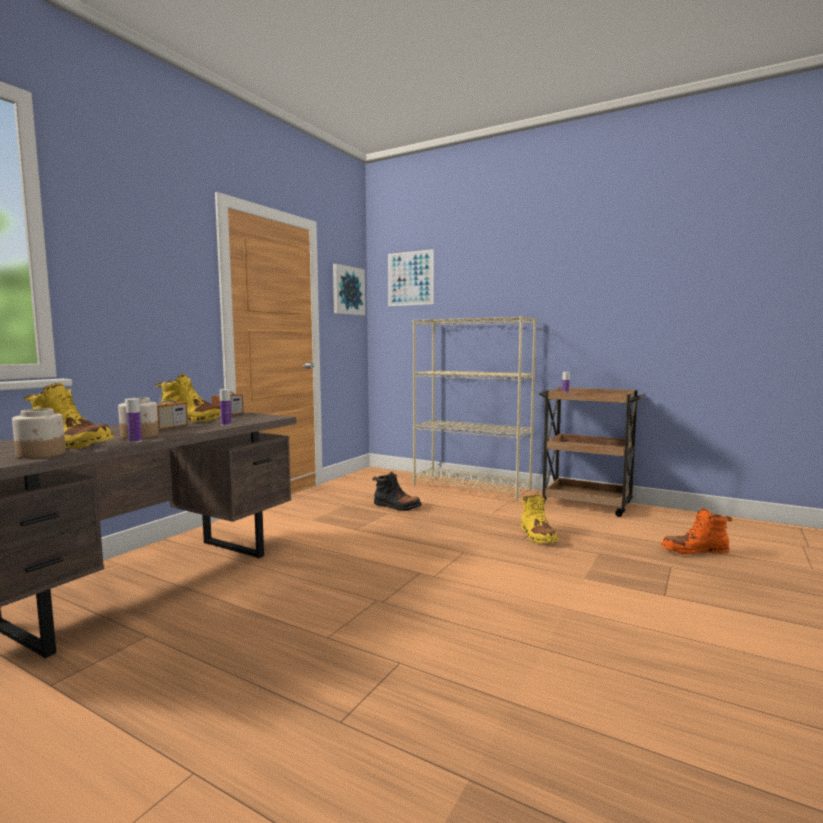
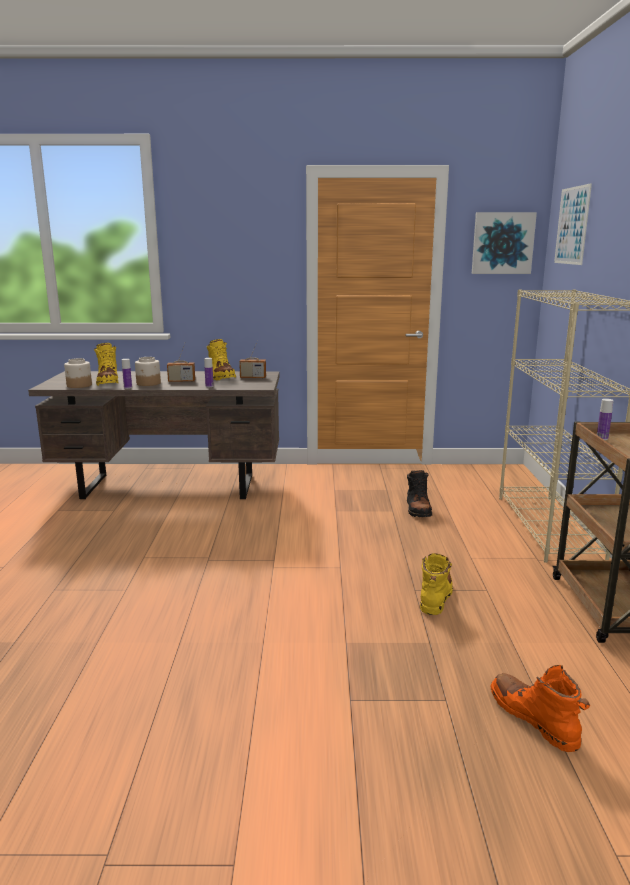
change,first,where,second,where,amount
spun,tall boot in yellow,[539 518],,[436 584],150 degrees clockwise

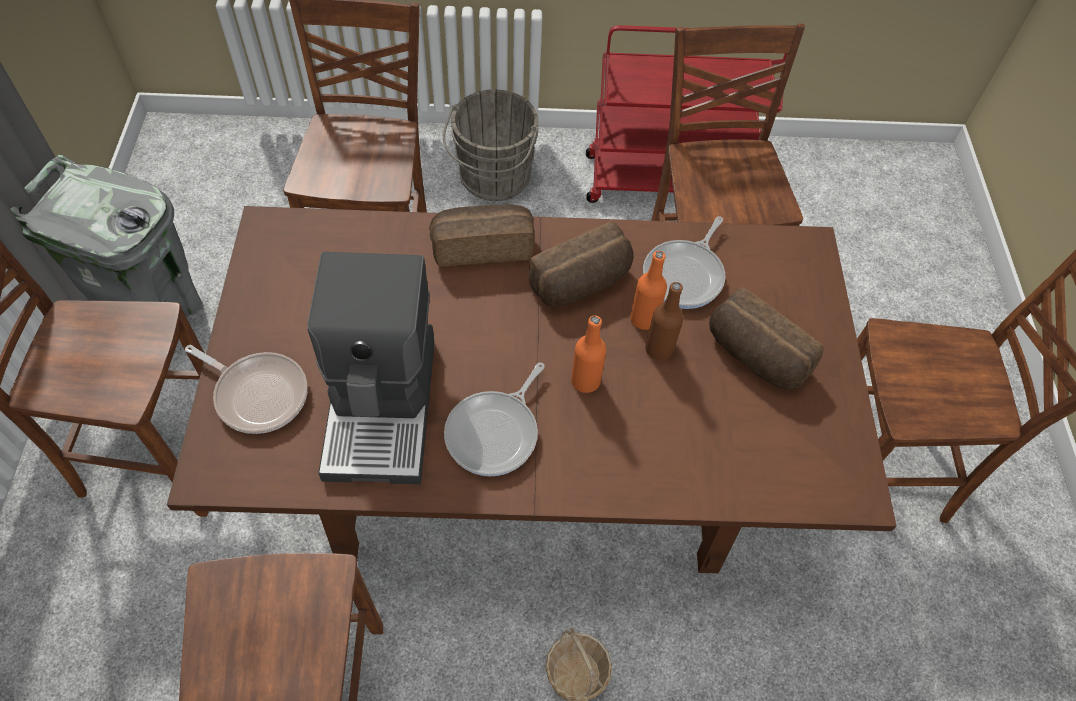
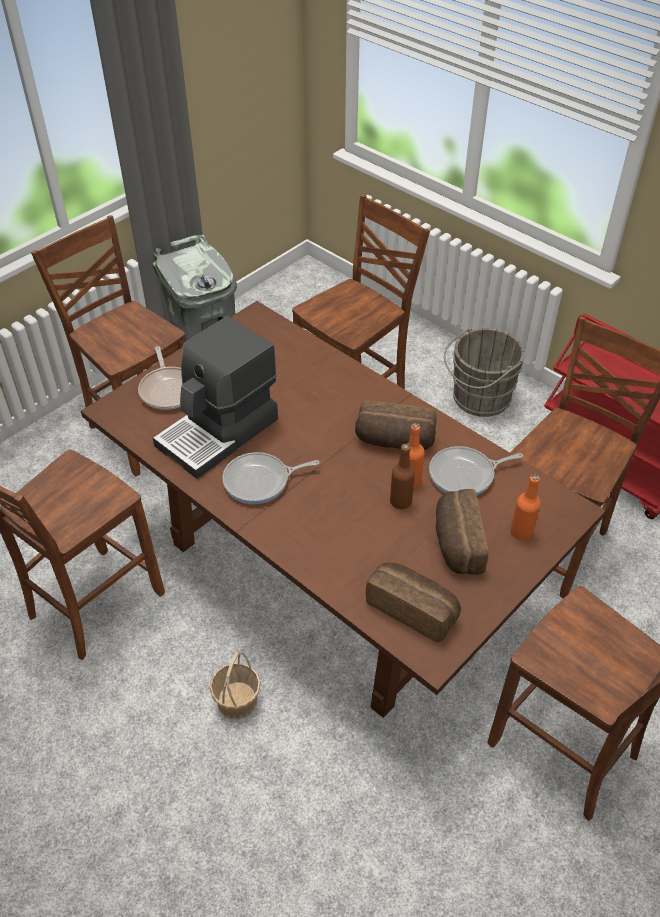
change,first,where,second,where,amount
relocated,baked bread,[482 235],,[413 602],
relocated,beverage bottle in orange-coloured,[588 354],,[525 507],

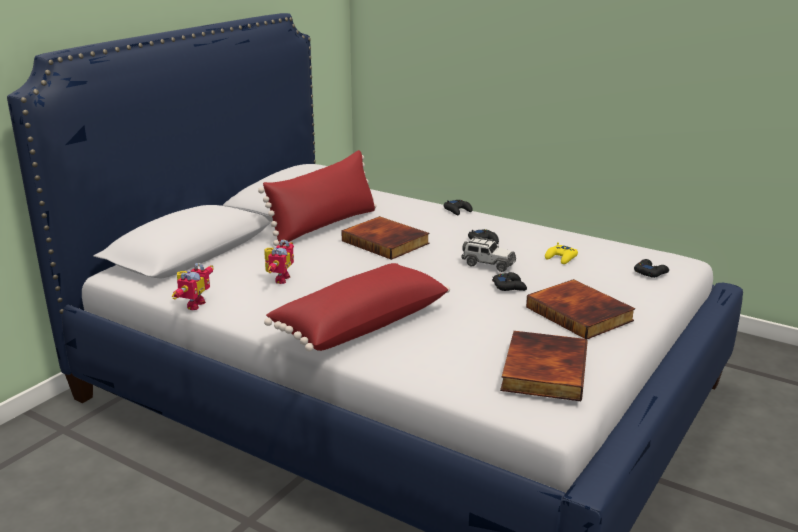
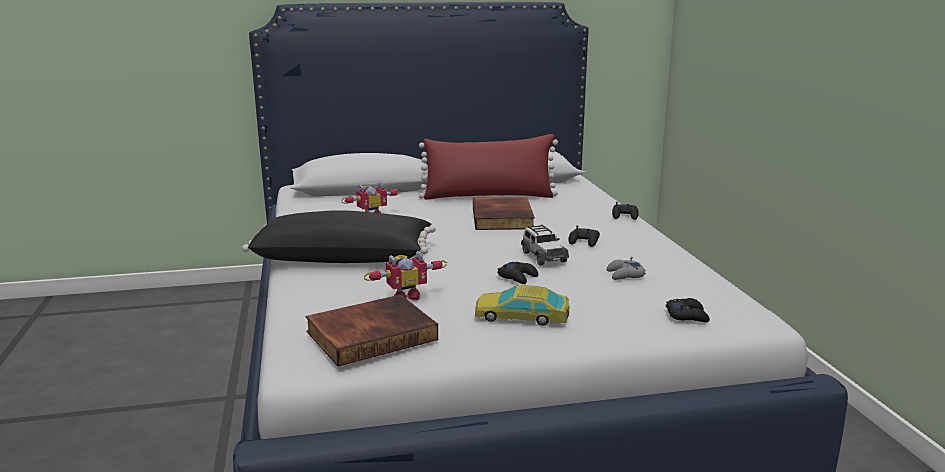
change,first,where,second,where,amount
colour,pillow in red,[357 307],pillow in blackish,[339 236],
relocated,robot figure,[193 286],,[405 275],
exchanged,volume,[580 309],model car,[522 305],
colour,game controller in yellow,[561 253],game controller in greyish,[626 268],

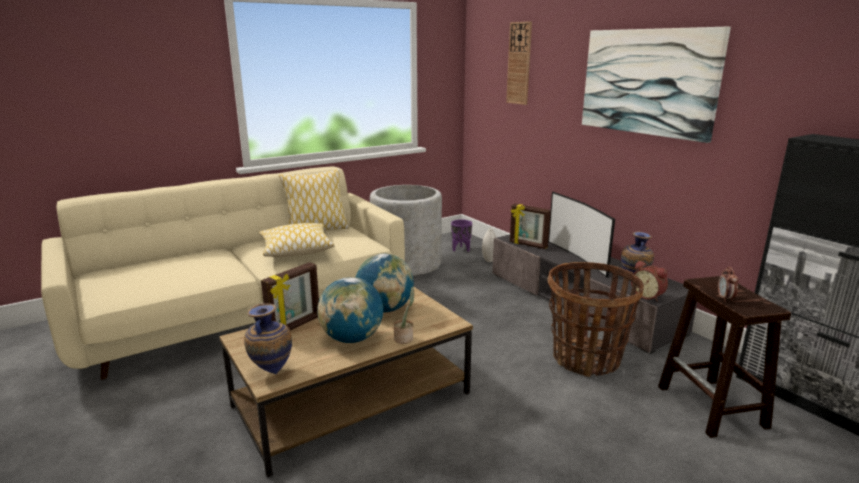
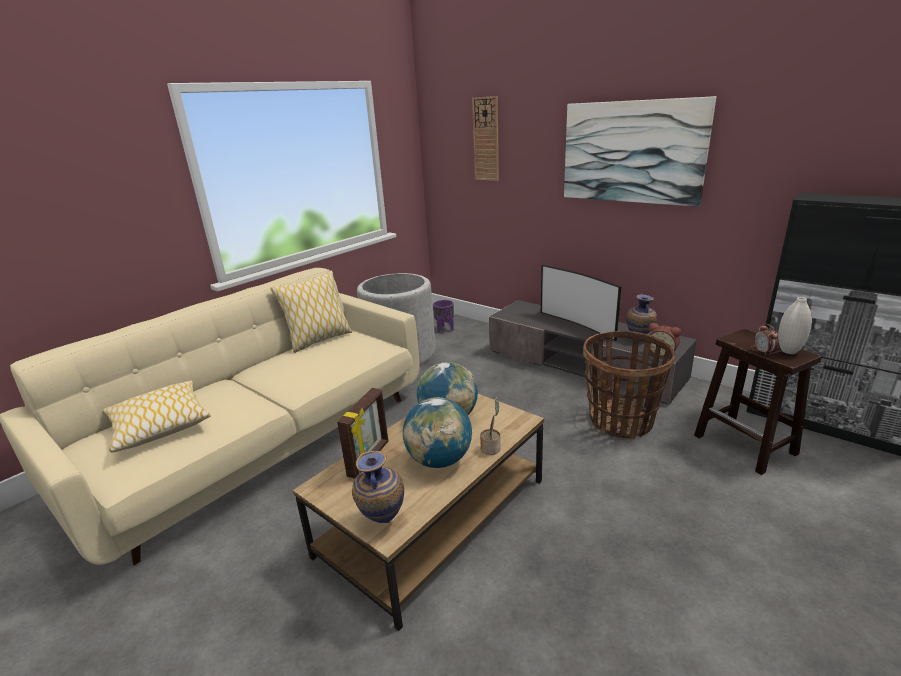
change,first,where,second,where,amount
relocated,pillow,[297 240],,[157 416],
relocated,flower vase in white-coloured,[489 245],,[795 325],
missing,photo frame,[530 226],,,

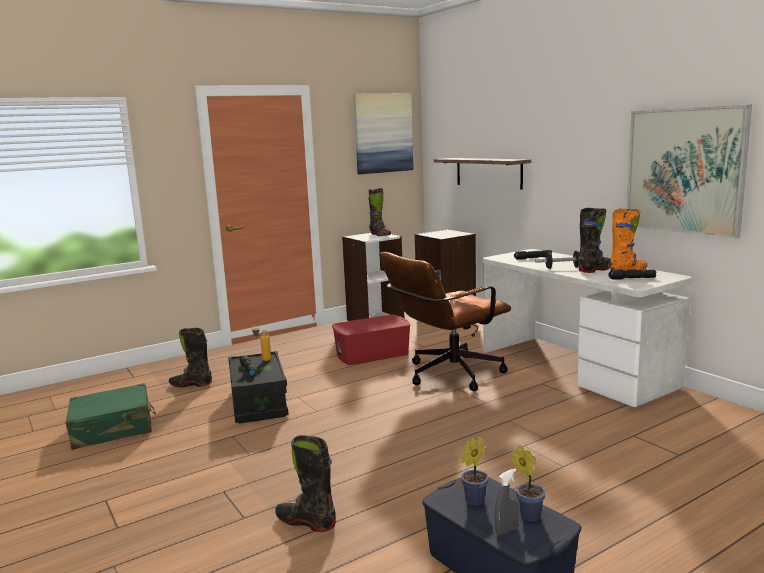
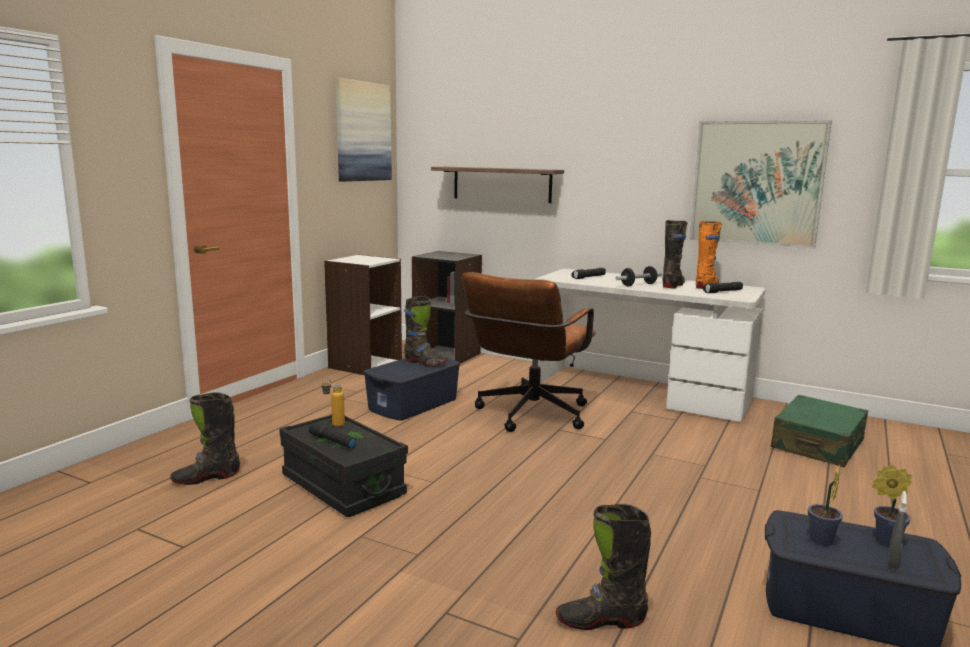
change,first,where,second,where,amount
colour,storage box in red,[371 340],storage box in blue-coloured,[411 389],
relocated,tall boot in blackish,[379 212],,[425 331],
relocated,travel case in green-coloured,[111 416],,[819 431],

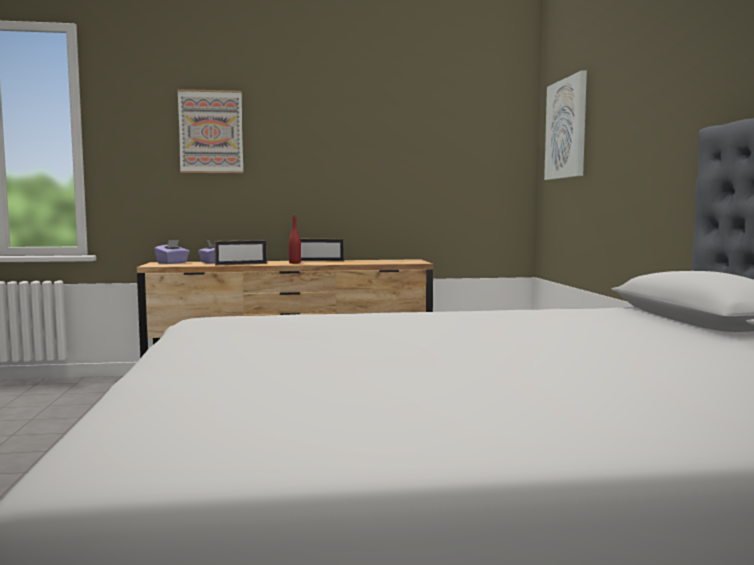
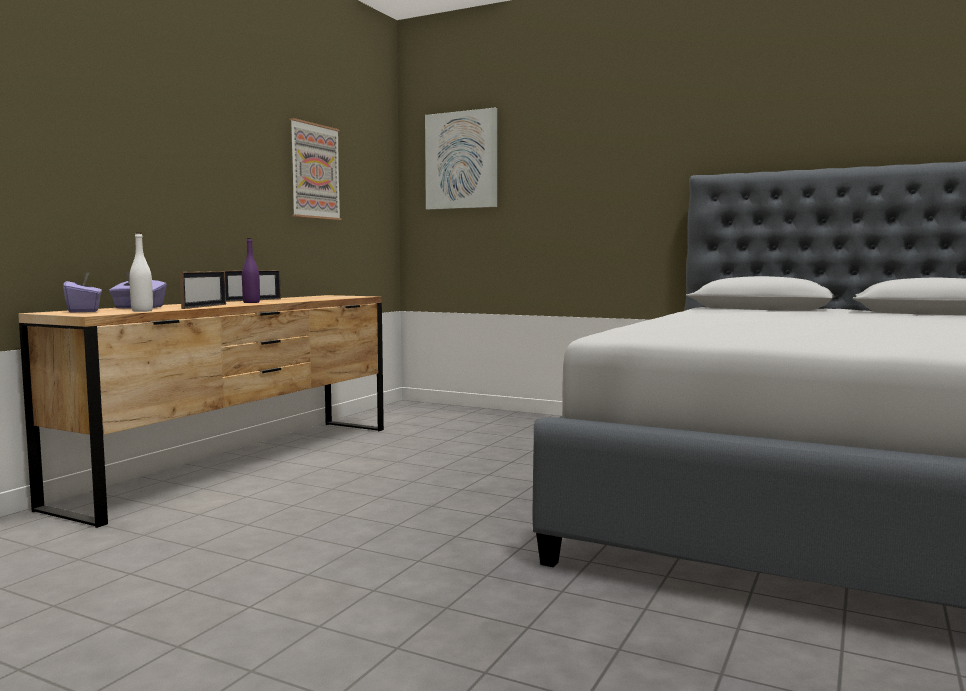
change,first,where,second,where,amount
appeared,,,beverage bottle in white-coloured,[141 272],
colour,beverage bottle in red,[294 240],beverage bottle in purplish,[251 270],
relocated,wall art,[210 131],,[315 169],

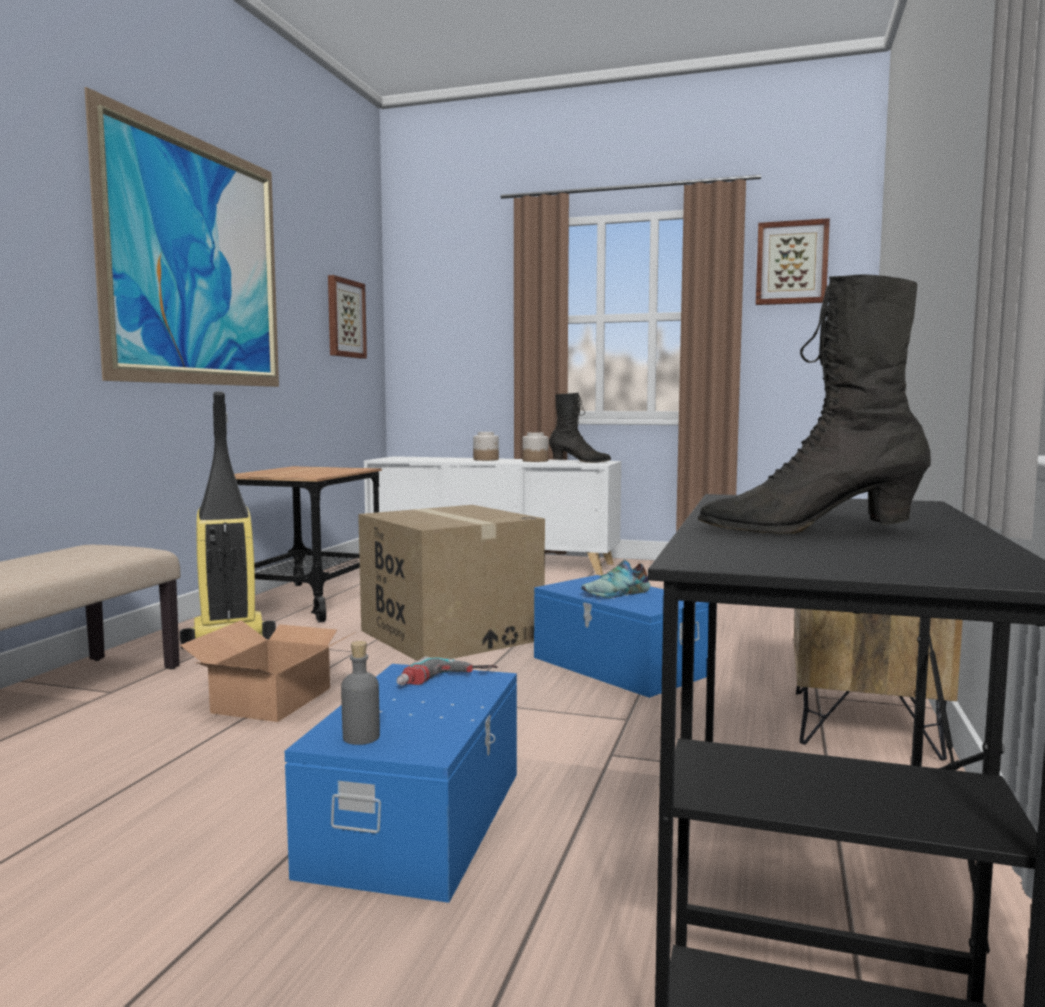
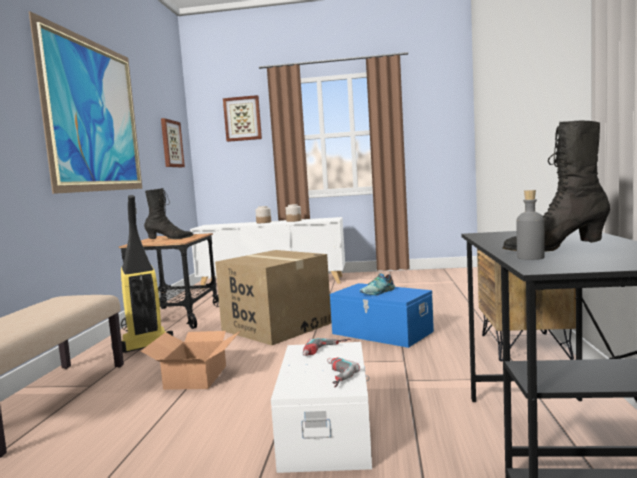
change,first,where,second,where,amount
relocated,tall boot in blackish,[580 428],,[168 213],
relocated,wall art,[793 261],,[242 118],
colour,storage box in blue-coloured,[401 783],storage box in white-coloured,[321 407],
appeared,,,drill,[343 372],
relocated,beverage bottle in greyish,[360 693],,[530 225],

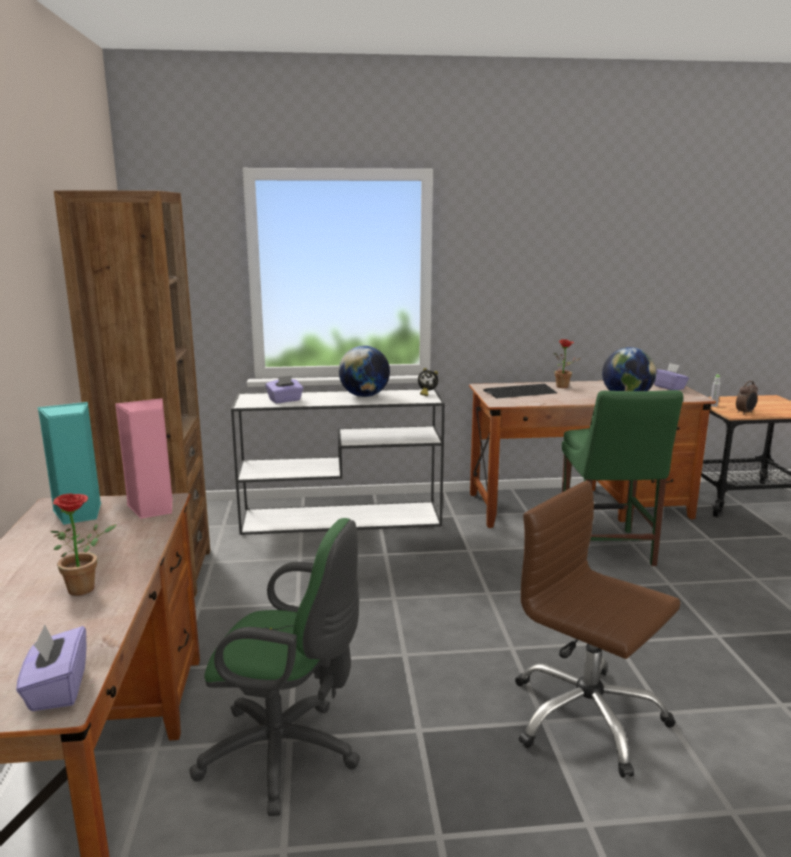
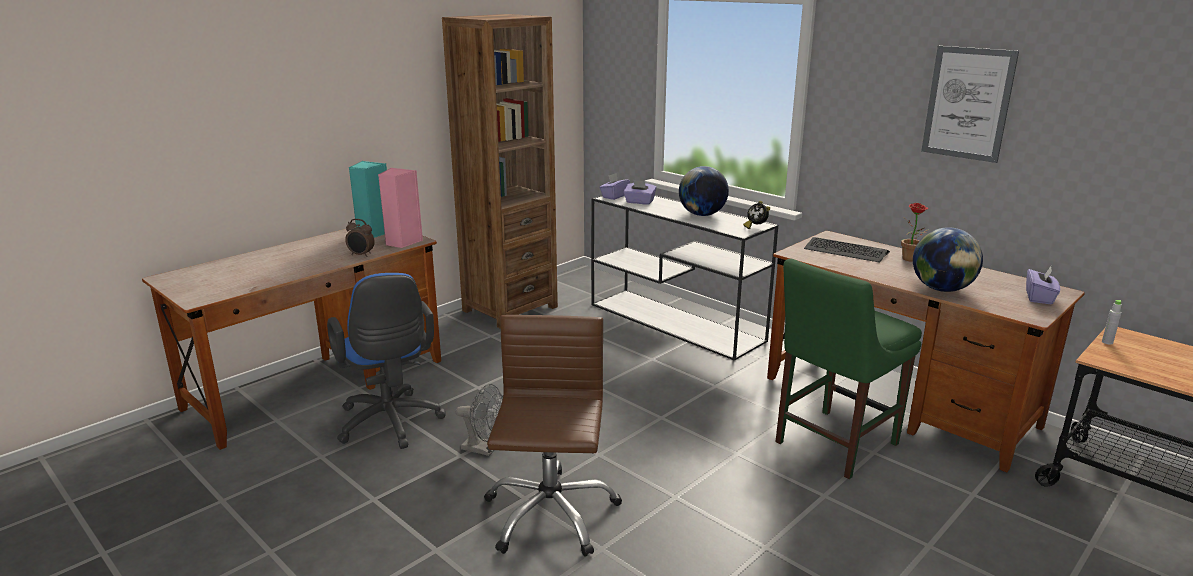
change,first,where,second,where,amount
colour,desk chair in green-coloured,[275 667],desk chair in blue-coloured,[386 361],
relocated,bedside clock,[747 398],,[360 238],
appeared,,,cooling fan in greyish,[479 420],
relocated,tissue box in purplish,[51 667],,[615 186],
appeared,,,wall art,[970 104],
missing,houseplant,[83 545],,,

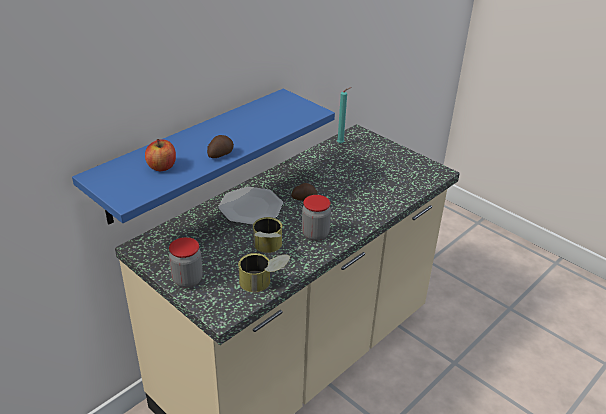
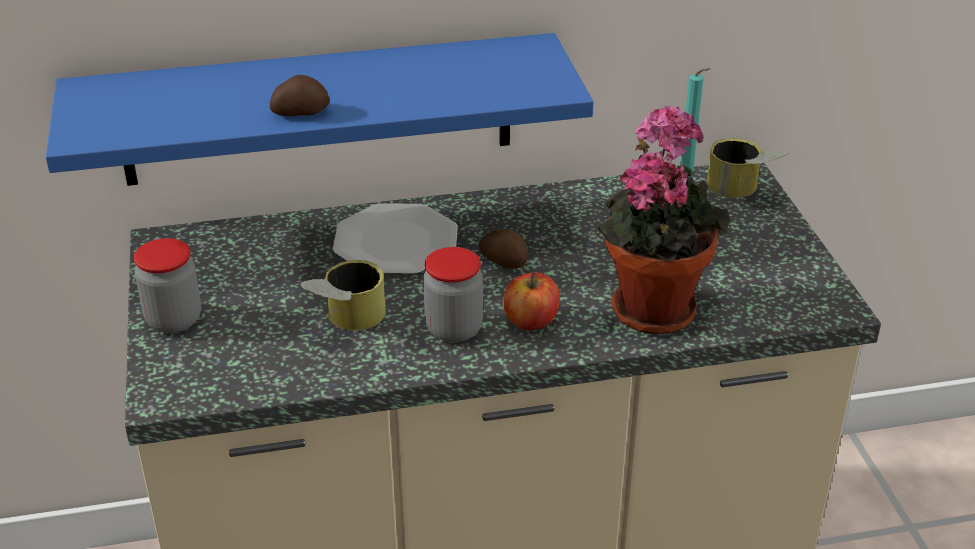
change,first,where,second,where,amount
relocated,apple,[160 155],,[531 301],
appeared,,,houseplant,[664 219],
relocated,sealed can,[264 272],,[748 168],

